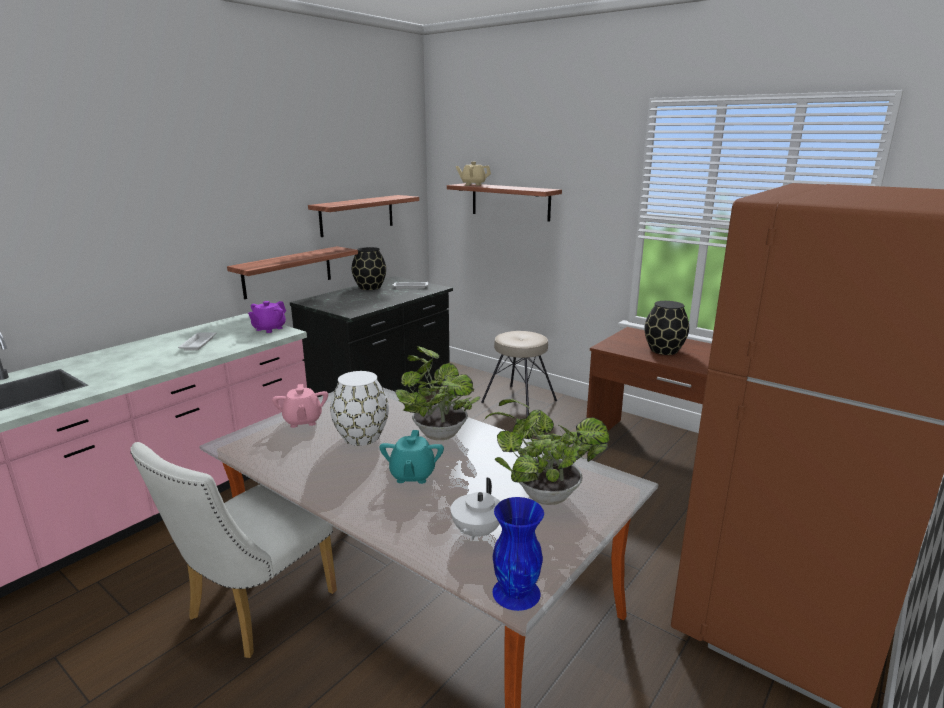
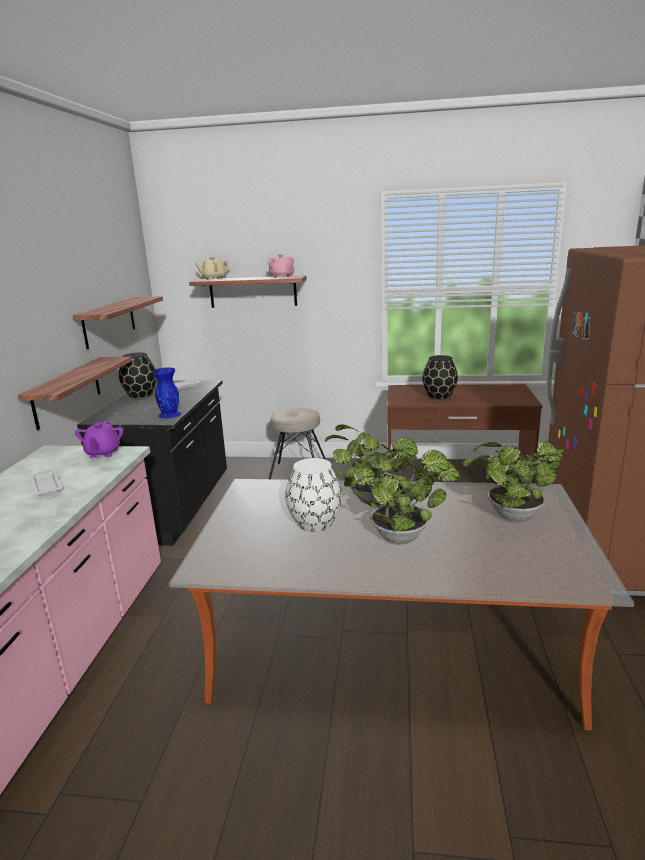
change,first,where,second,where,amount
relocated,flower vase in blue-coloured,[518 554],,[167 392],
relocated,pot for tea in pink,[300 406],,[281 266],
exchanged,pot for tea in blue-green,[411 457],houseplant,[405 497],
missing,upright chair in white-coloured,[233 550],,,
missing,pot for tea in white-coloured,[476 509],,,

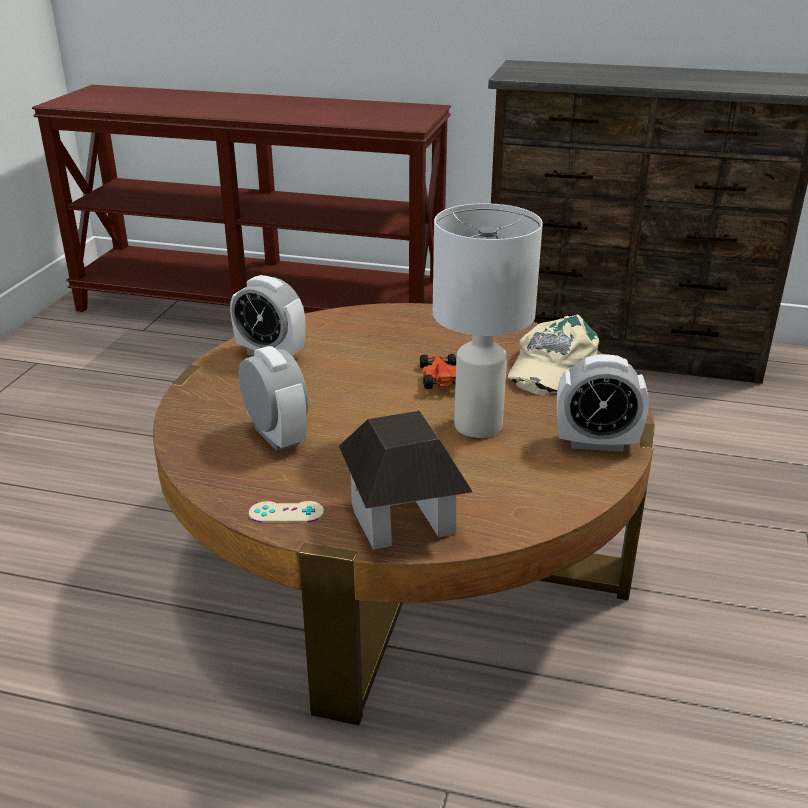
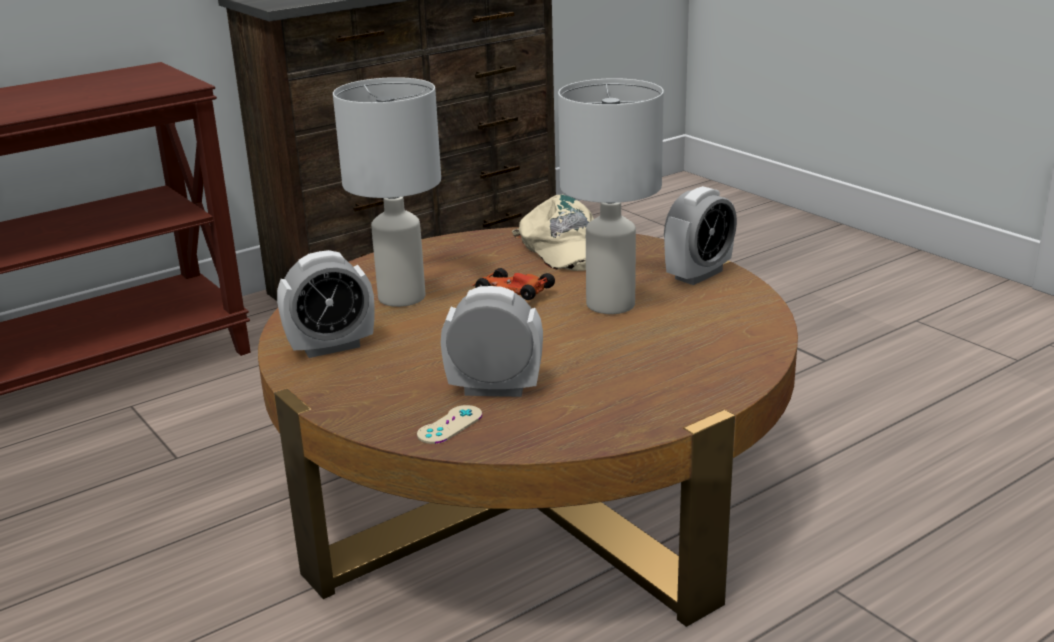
change,first,where,second,where,amount
appeared,,,table lamp in white-coloured,[387 192],
relocated,game controller in beige-coloured,[286 512],,[449 424],
missing,miniature house,[406 480],,,

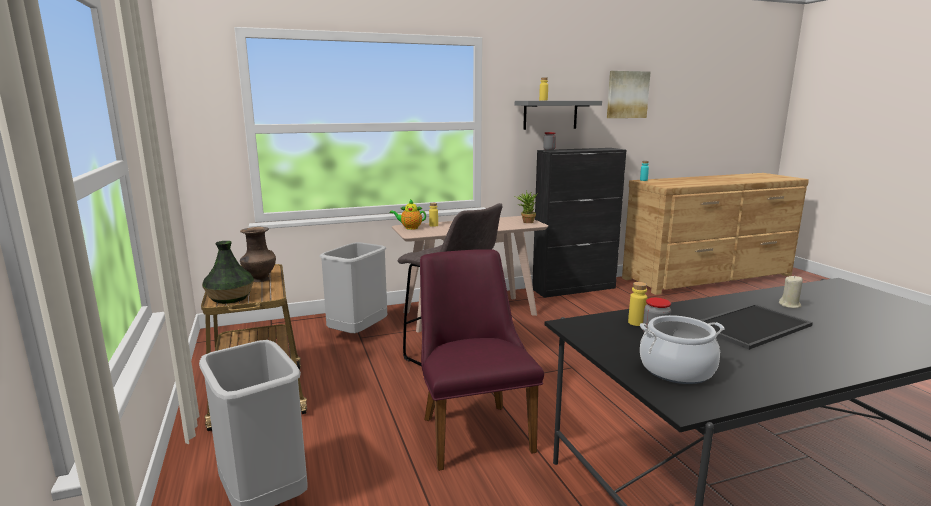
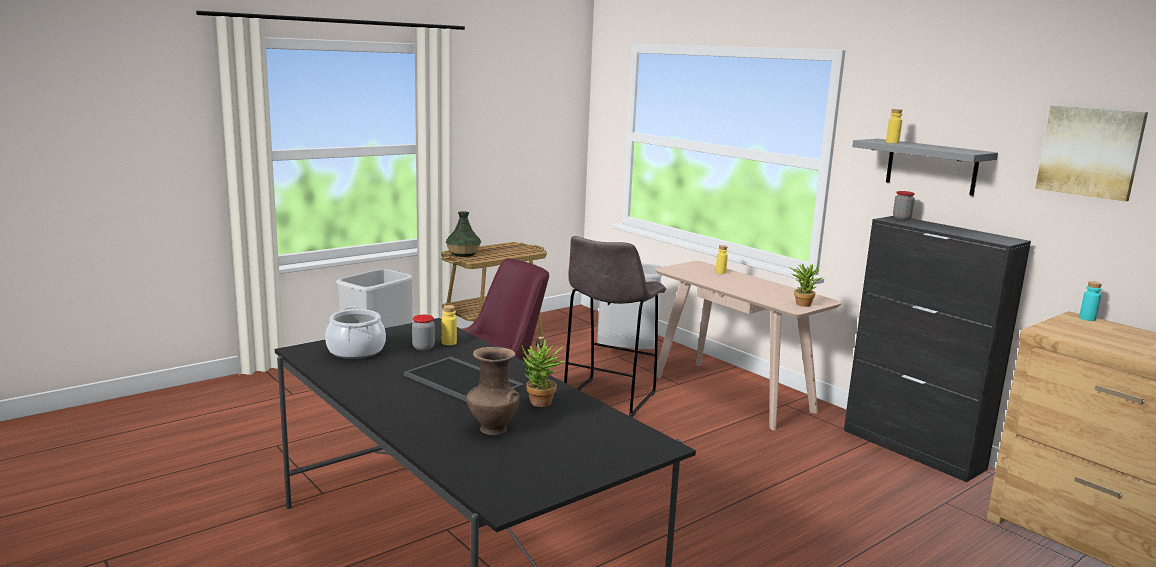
change,first,where,second,where,amount
relocated,flower vase in brownish,[258 254],,[493 391],
exchanged,wax light in beige-coloured,[791 292],houseplant,[543 373],
missing,pot for tea,[408 214],,,

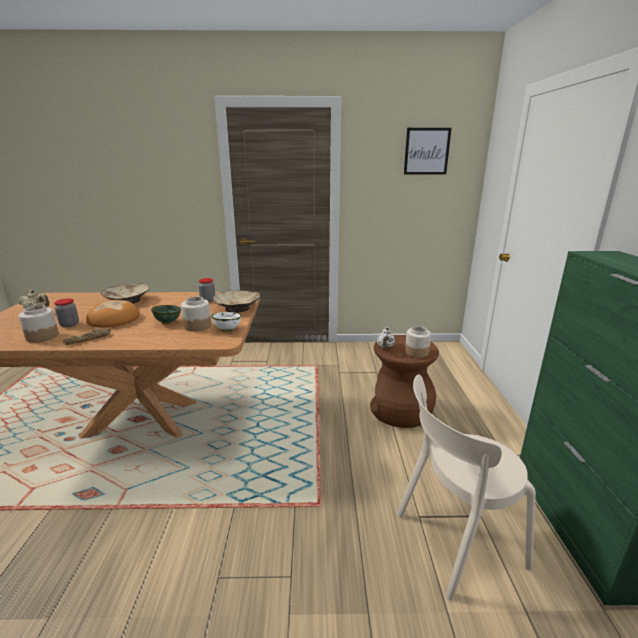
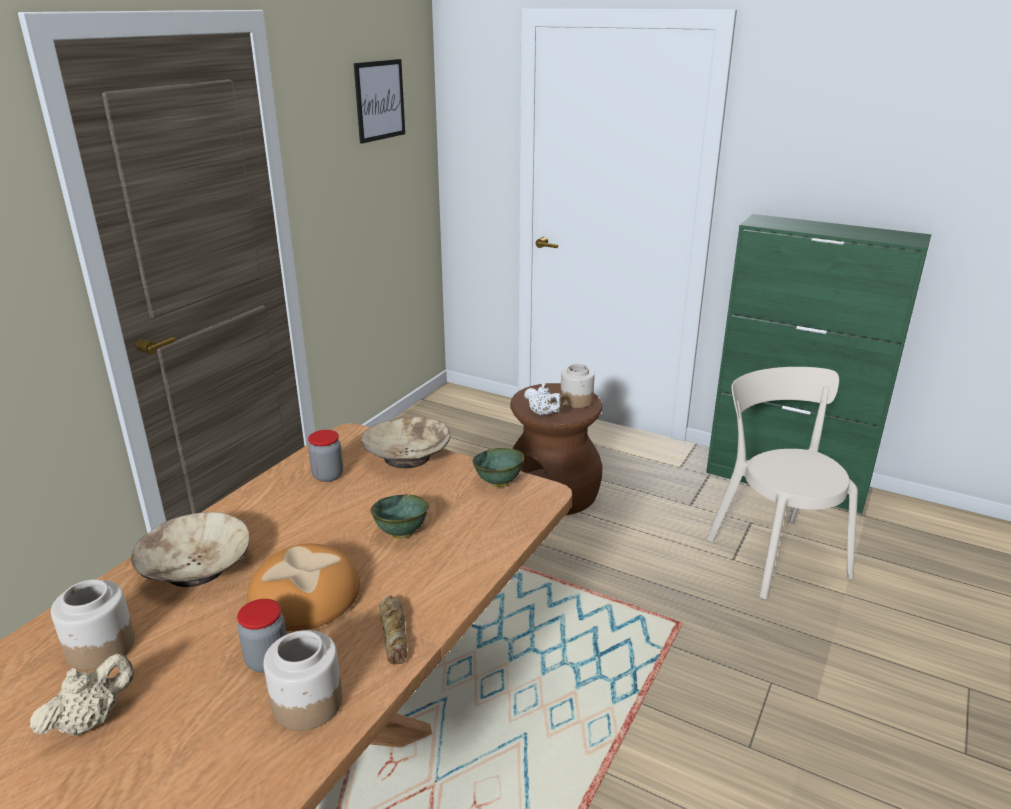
change,first,where,second,where,amount
relocated,preserve jar,[196 314],,[93 624],
colour,bowl in white-coloured,[226 322],bowl in green-coloured,[498 467],
spun,upright chair in beige-coloured,[466 487],,[782 483],150 degrees clockwise

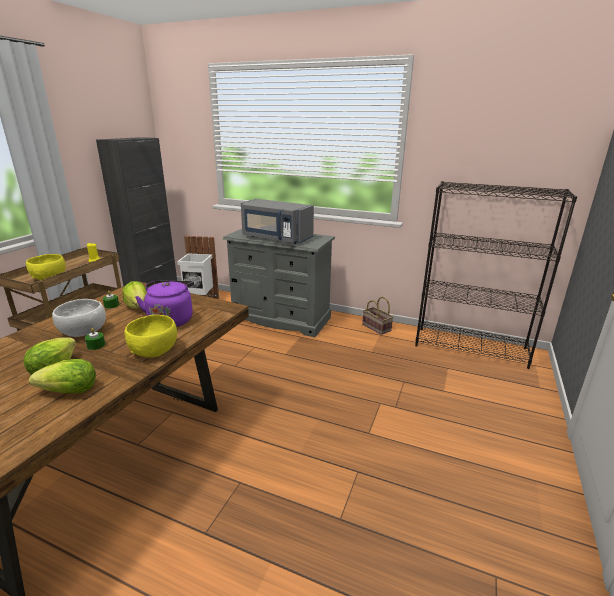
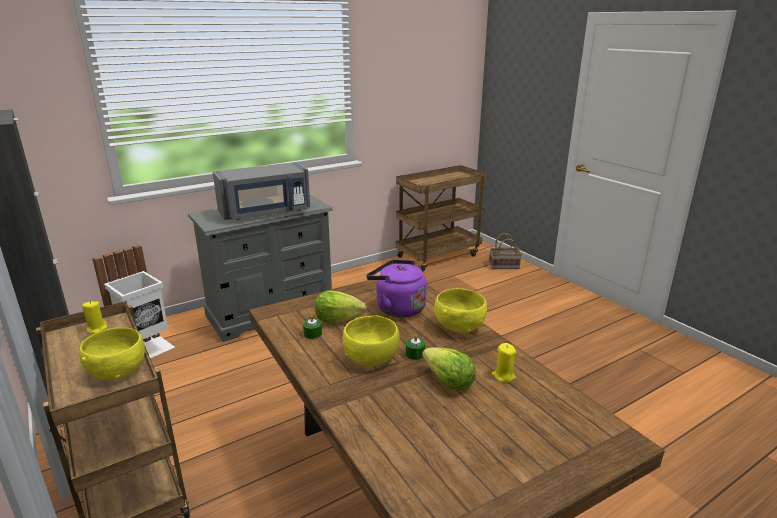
change,first,where,second,where,amount
colour,bowl in white-coloured,[79 318],bowl in yellow,[371 341],
exchanged,bookcase in blackish,[496 275],wheeled cart in brownish,[441 218],
relocated,household basket,[378 316],,[505 251],
exchanged,head of lettuce,[62 376],wax light in yellow,[504 363],

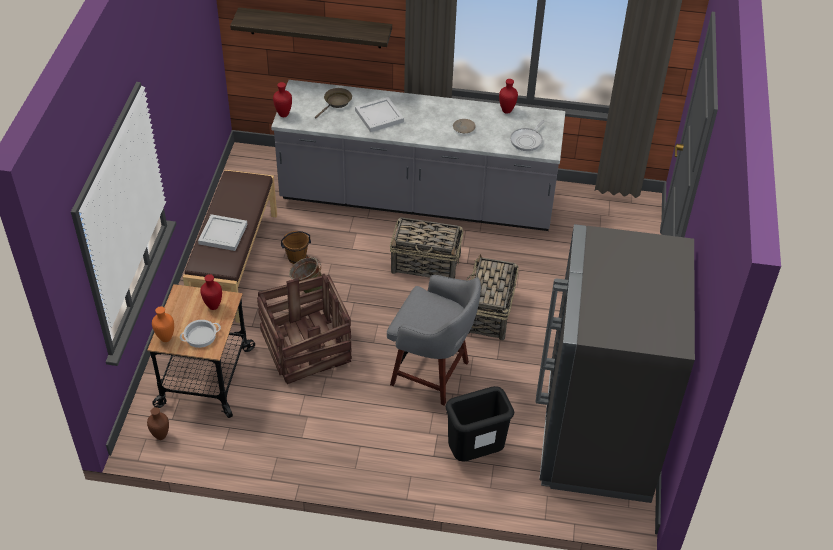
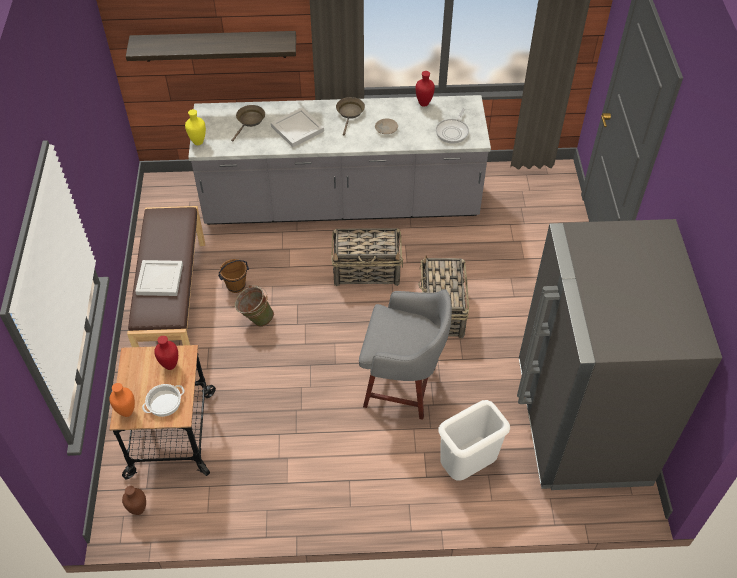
change,first,where,second,where,amount
colour,flower vase in red,[282 99],flower vase in yellow,[195 127],
appeared,,,frying pan in brownish,[350 116],
colour,trash can in blackish,[479 424],trash can in white-coloured,[474 440],
missing,packing crate,[304 329],,,

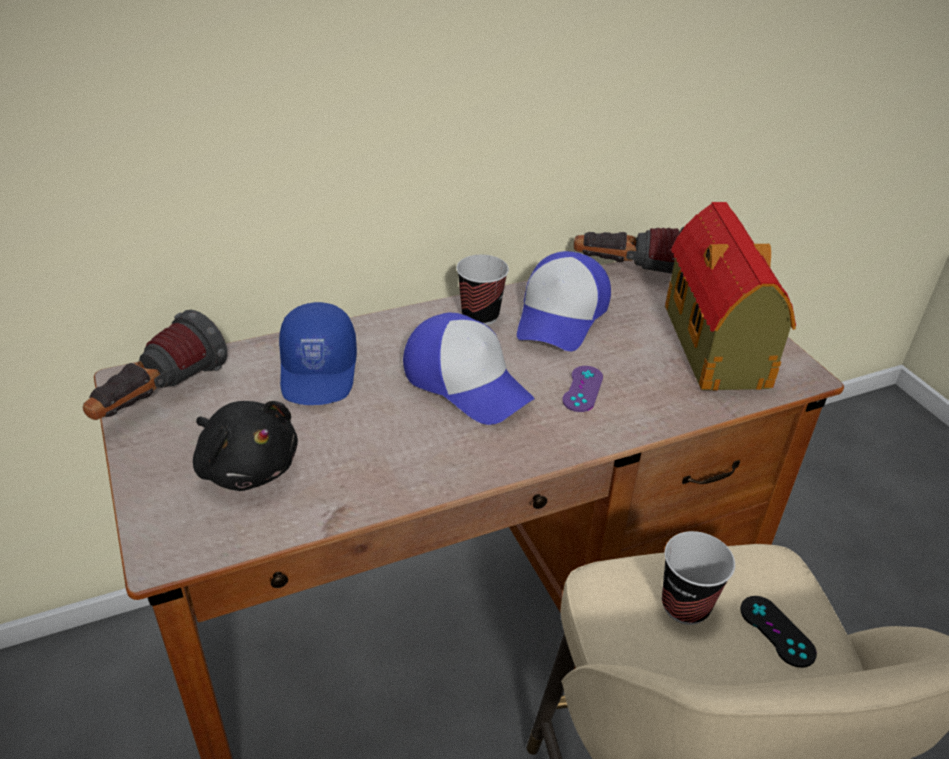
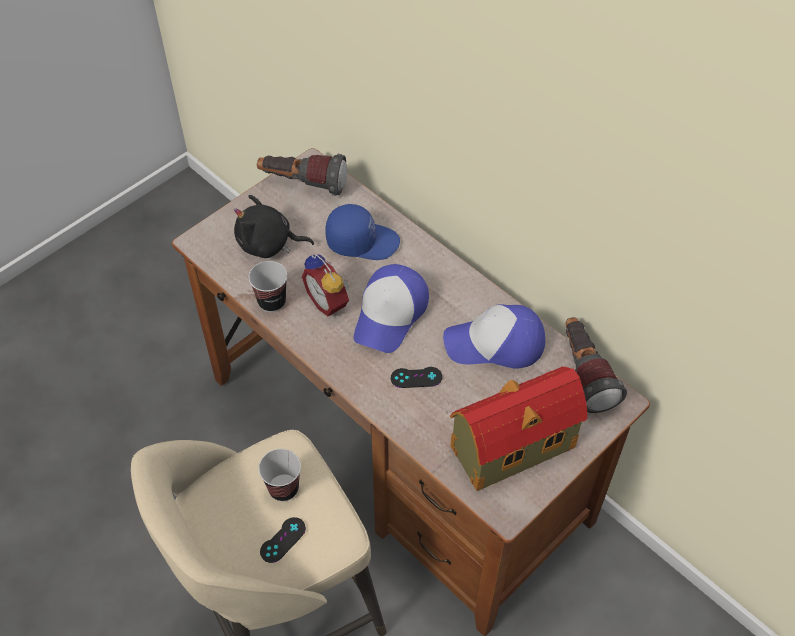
change,first,where,second,where,amount
spun,plush toy in blackish,[245 446],,[274 226],75 degrees clockwise
relocated,small cup,[482 290],,[268 286],
appeared,,,bedside clock,[326 285],
spun,peaked cap in blue-coloured,[318 353],,[362 232],150 degrees counterclockwise
colour,game controller in purplish,[582 389],game controller in blackish,[416 377],

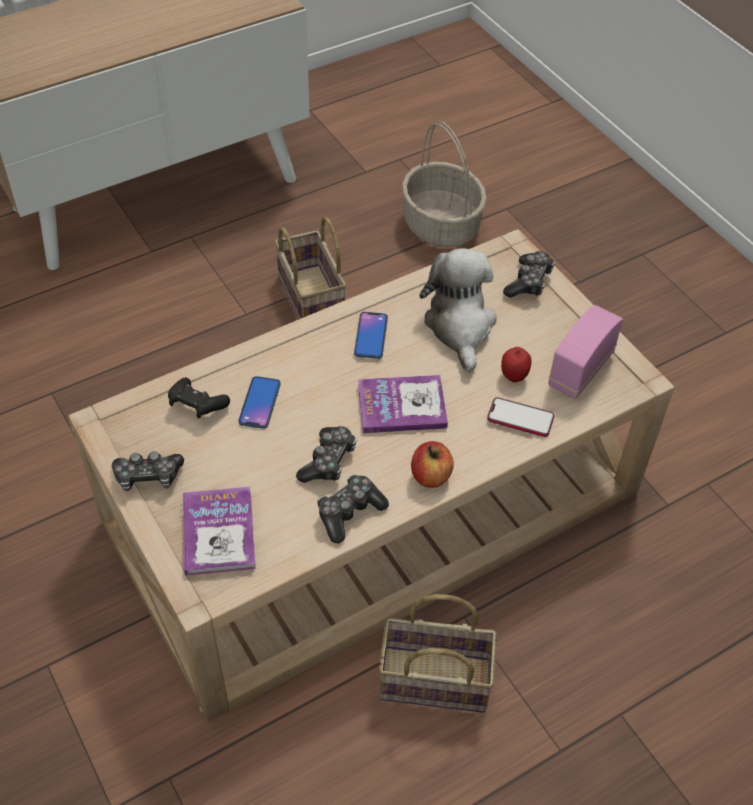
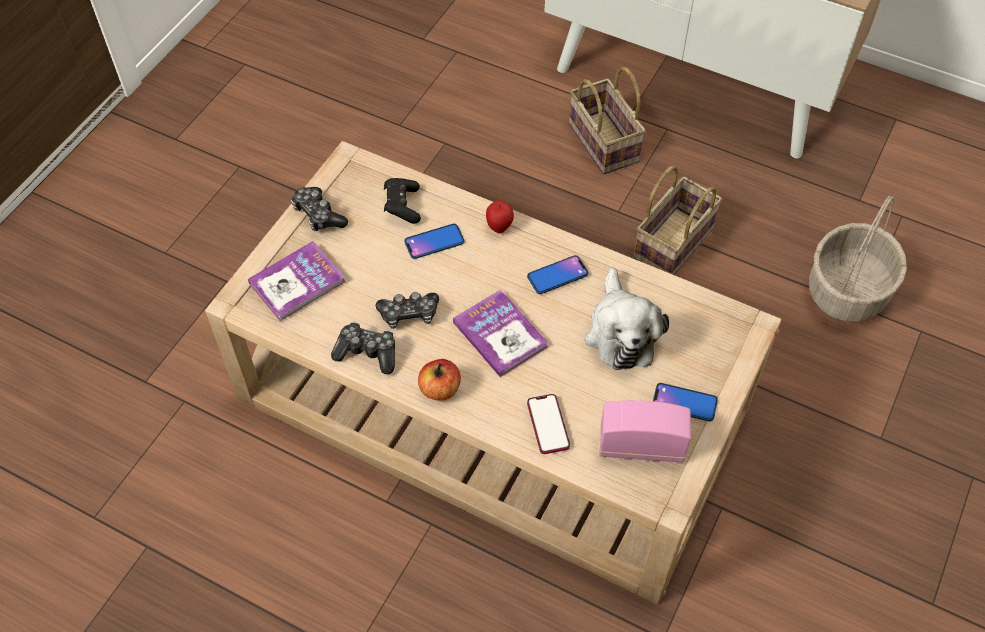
change,first,where,second,where,amount
relocated,apple,[516 364],,[500 217],
relocated,household basket,[438 653],,[607 120],
spun,plush toy,[458 310],,[627 319],120 degrees clockwise
appeared,,,handset,[685 402],
missing,game controller,[529 274],,,

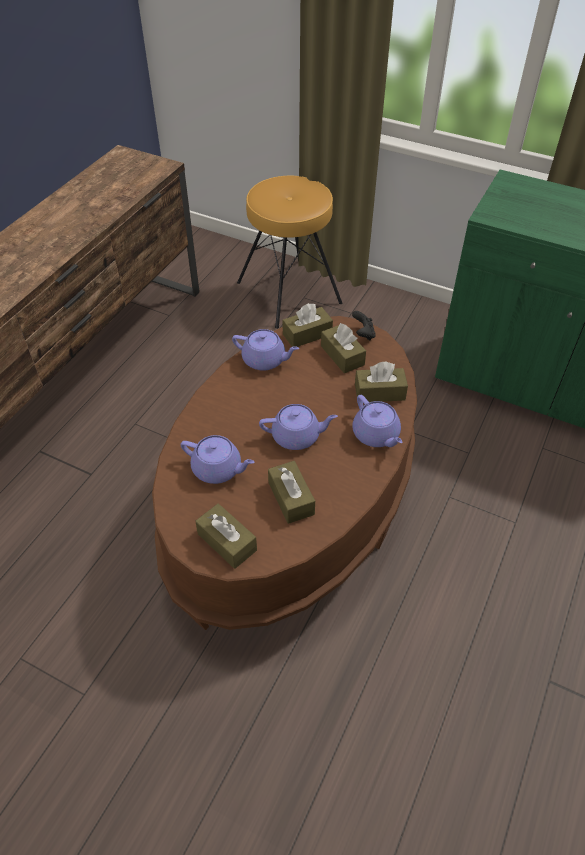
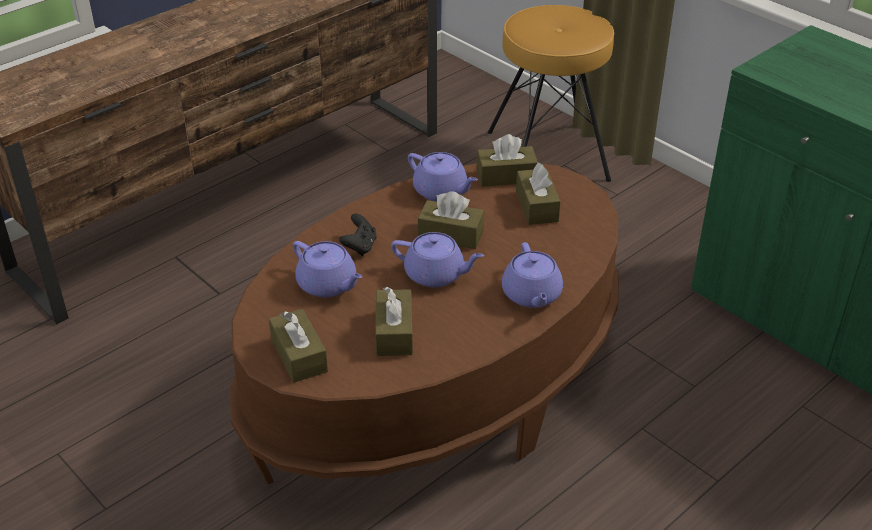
change,first,where,second,where,amount
relocated,game controller in blackish,[364 325],,[358 234],
relocated,tissue box in brownish,[381 381],,[451 220],

